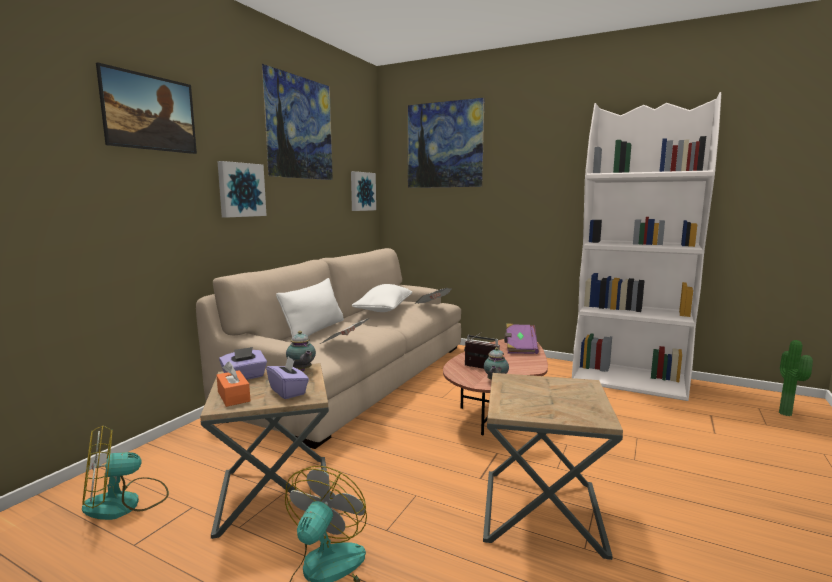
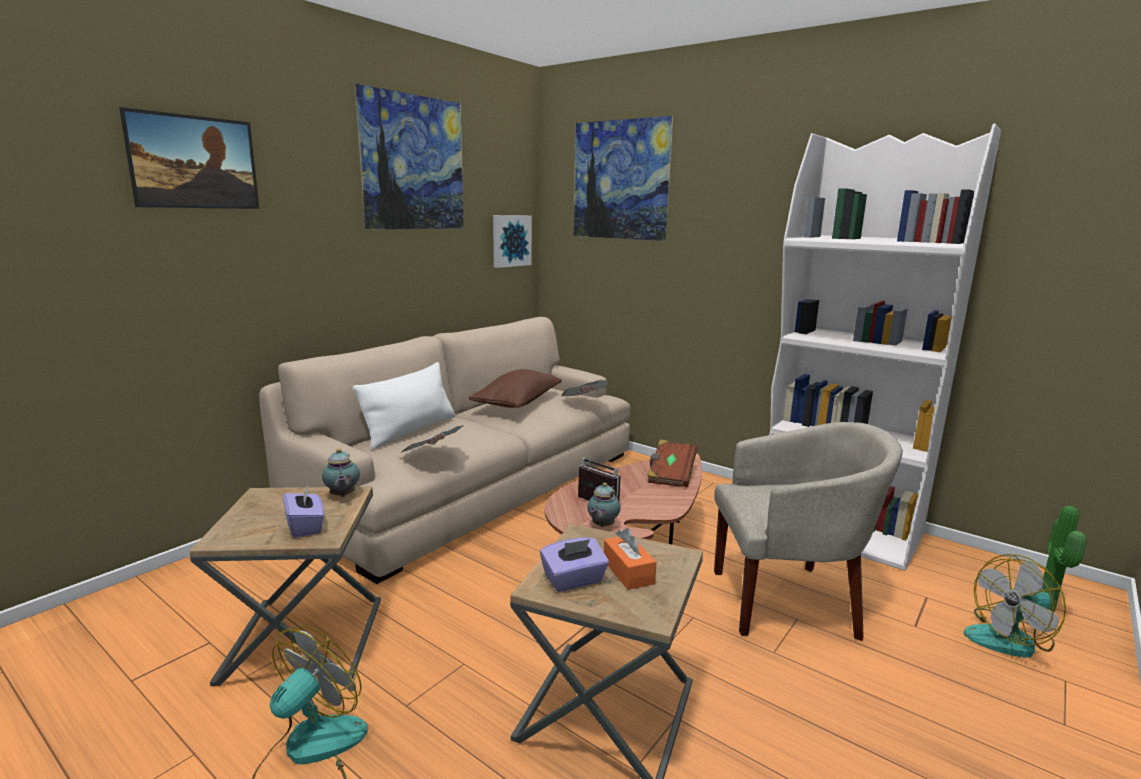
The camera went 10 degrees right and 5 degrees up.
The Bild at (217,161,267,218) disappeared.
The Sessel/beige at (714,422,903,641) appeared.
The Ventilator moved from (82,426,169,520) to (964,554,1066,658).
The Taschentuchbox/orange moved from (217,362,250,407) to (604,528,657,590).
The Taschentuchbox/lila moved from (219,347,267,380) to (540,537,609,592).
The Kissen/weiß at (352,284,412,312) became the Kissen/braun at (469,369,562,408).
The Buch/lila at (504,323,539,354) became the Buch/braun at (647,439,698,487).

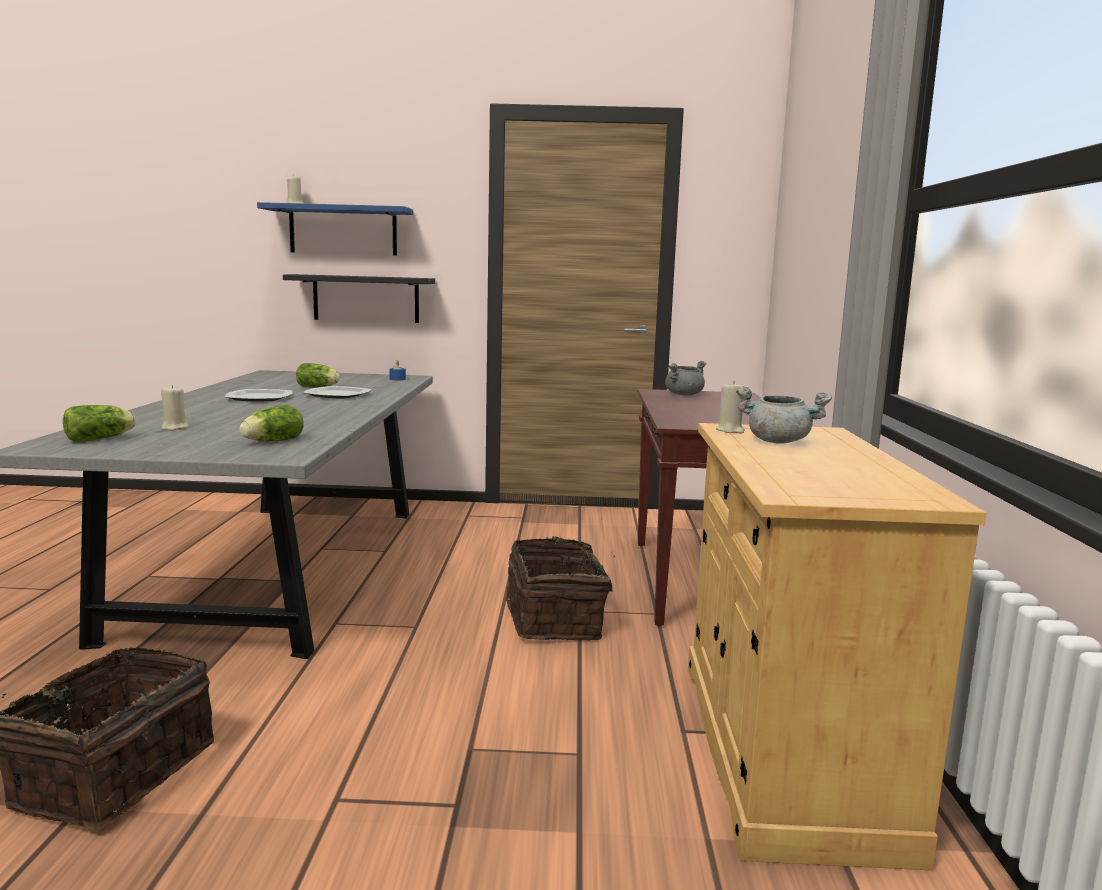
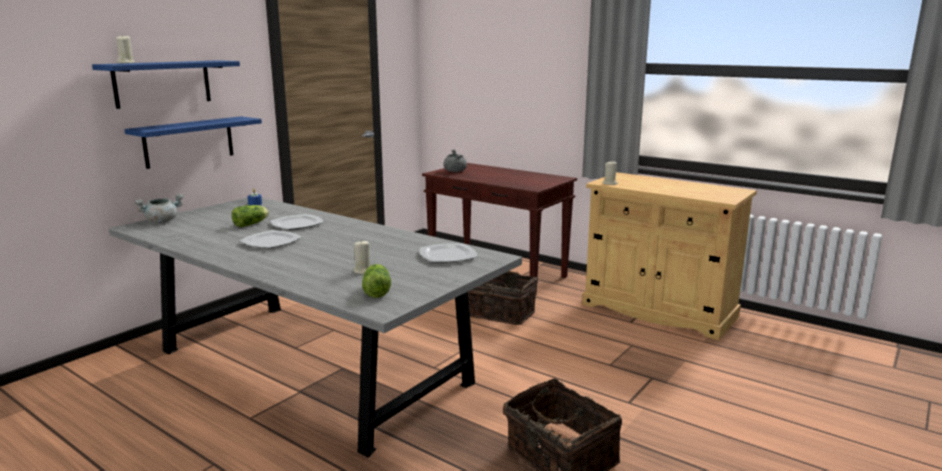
The camera went 55 degrees left and 5 degrees up.
The Kochtopf/grau moved from (736,387,832,444) to (135,194,183,223).
The Salatkopf at (240,405,303,441) was replaced by the Teller at (420,243,477,263).
The Wandregal/schwarz at (283,274,435,323) became the Wandregal/blau at (124,116,262,169).

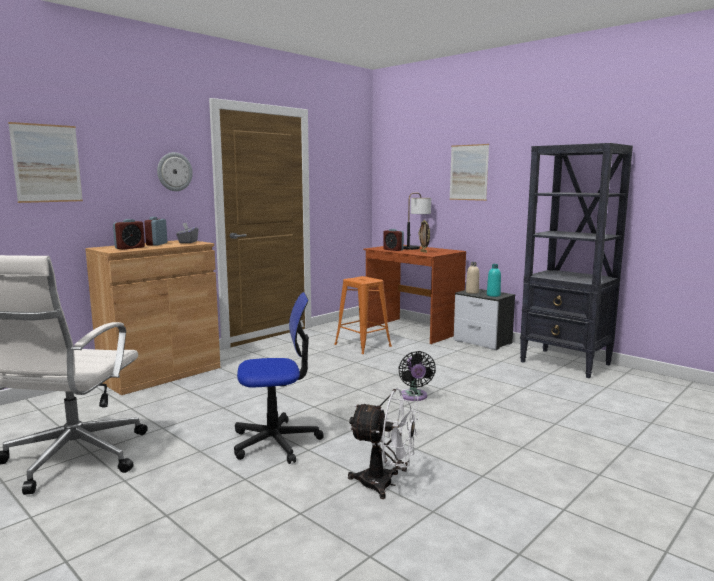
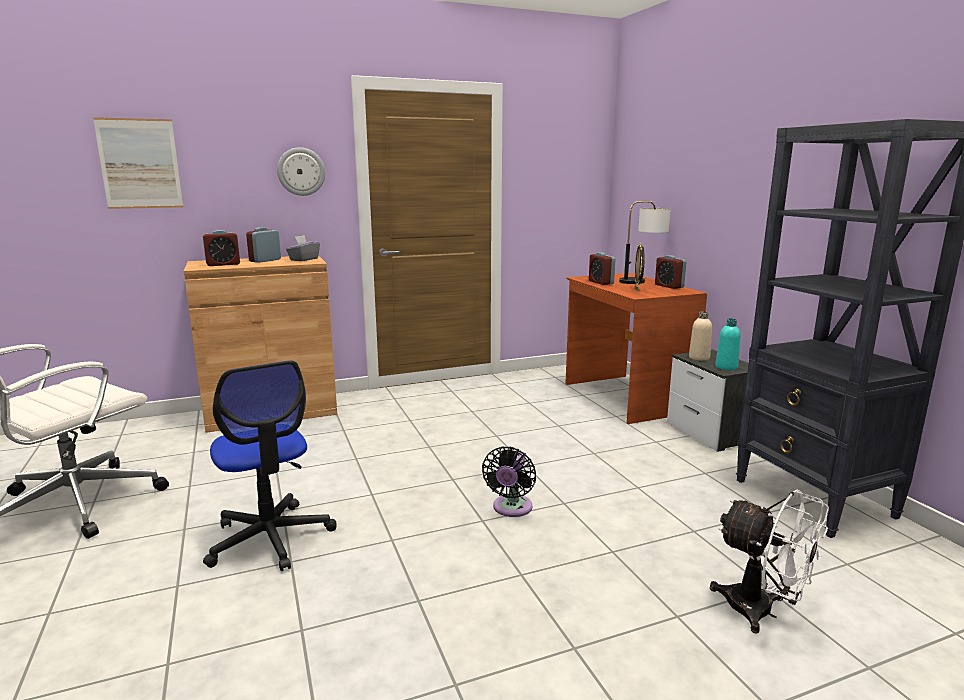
The camera went 25 degrees right and 5 degrees up.
The Hocker/orange at (335,276,392,354) disappeared.
The Bild at (449,144,489,201) disappeared.
The Wecker at (655,255,687,289) appeared.
The Ventilator/weiß moved from (348,388,420,499) to (710,489,829,634).
The Bürostuhl at (234,292,324,464) turned 45 degrees clockwise.

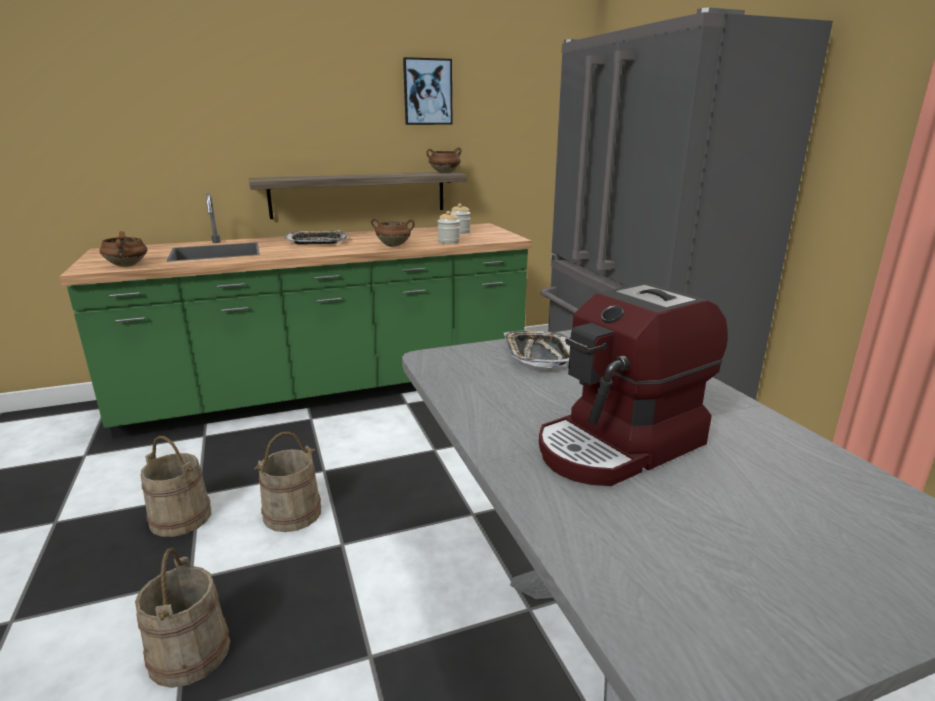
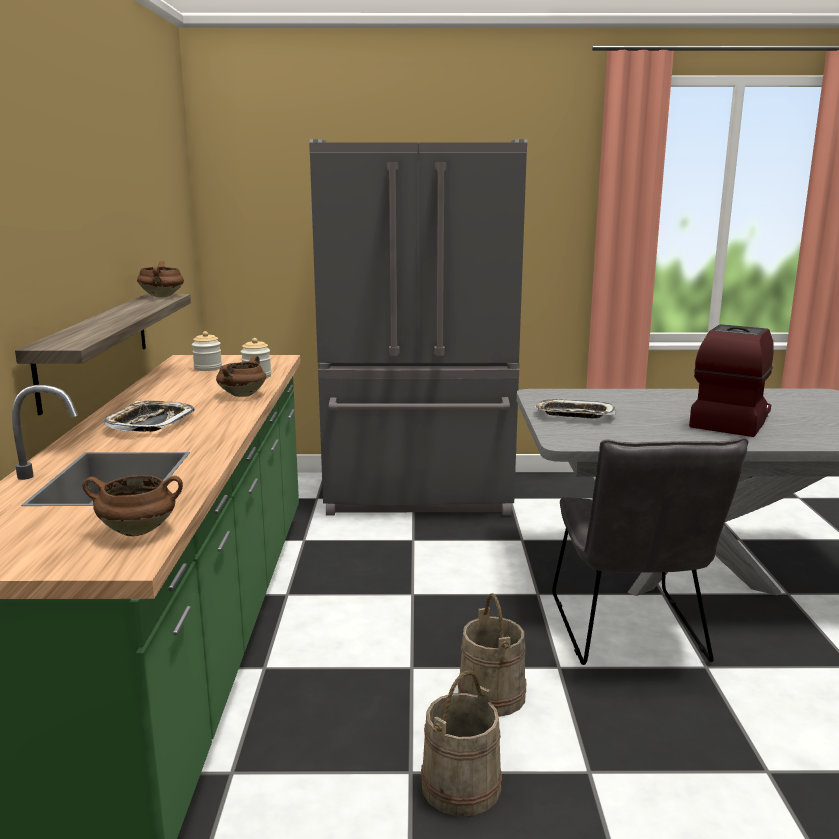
The camera went 70 degrees left and 5 degrees down.
The Eimer/beige at (135,548,230,688) disappeared.
The Bild at (403,57,453,125) disappeared.
The Stuhl/grau at (552,437,748,665) appeared.
The Kaffeemaschine at (539,283,728,486) turned 135 degrees counterclockwise.

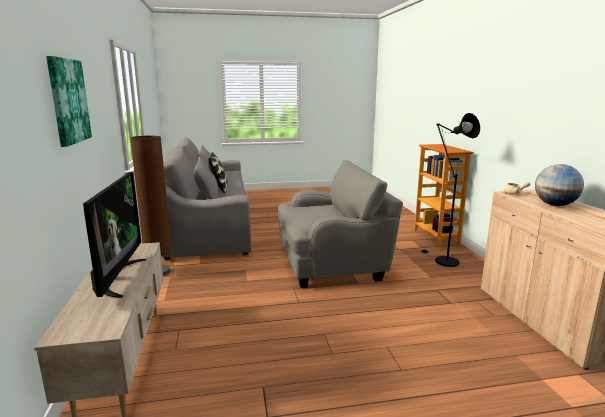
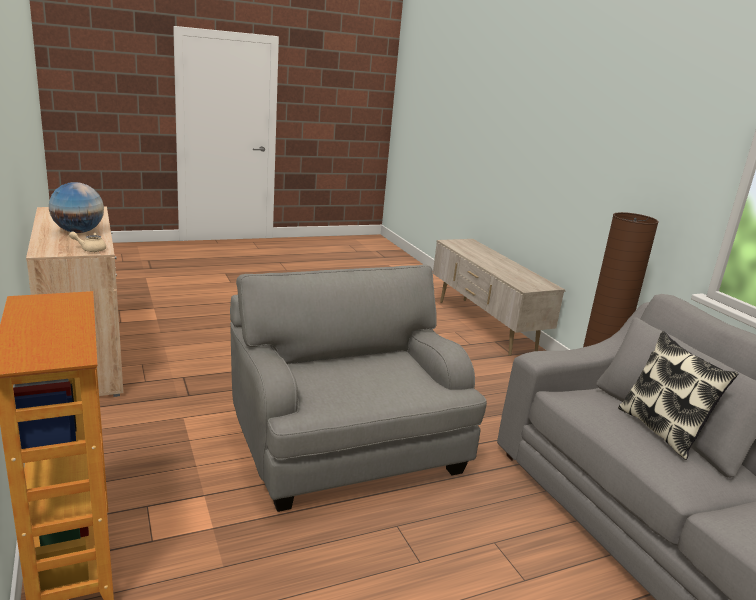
The camera went 165 degrees right and 5 degrees up.
The Bild at (46,56,92,147) disappeared.
The Fernseher at (83,172,146,298) disappeared.
The Stehlampe/schwarz at (419,113,480,267) disappeared.
The Sessel/grau at (278,160,403,288) turned 90 degrees clockwise.

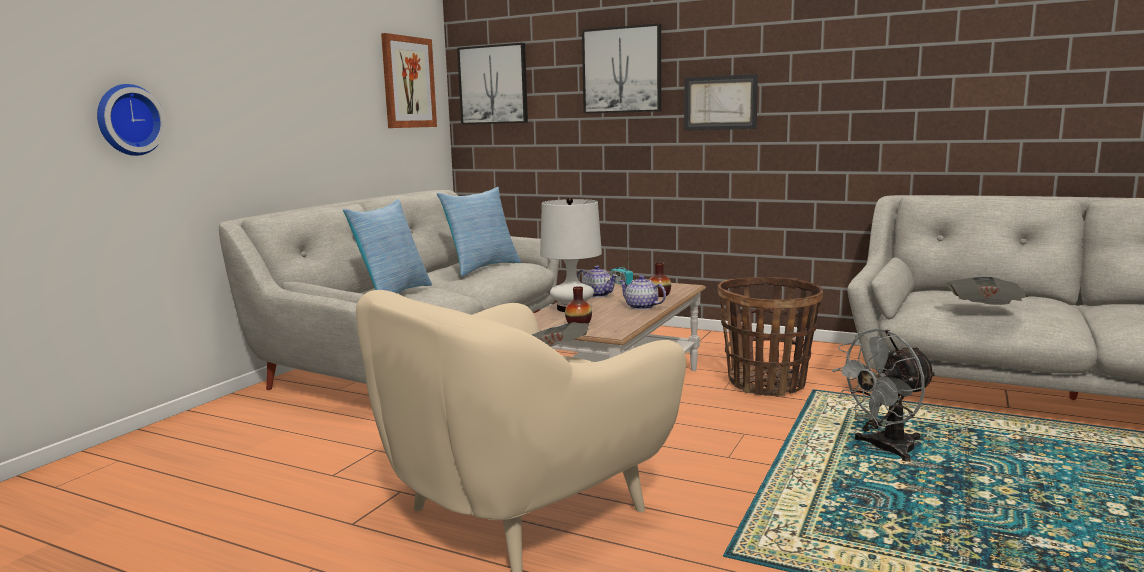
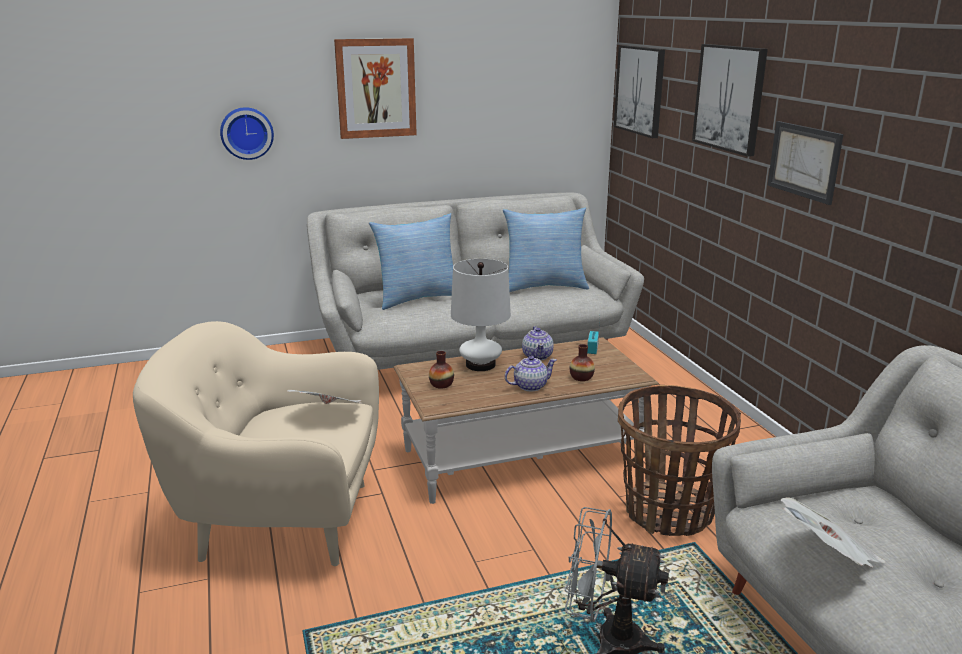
The camera went 45 degrees right and 10 degrees up.
The Bild moved from (381,33,437,128) to (334,38,417,139).
The Teekanne at (619,275,666,310) turned 75 degrees clockwise.

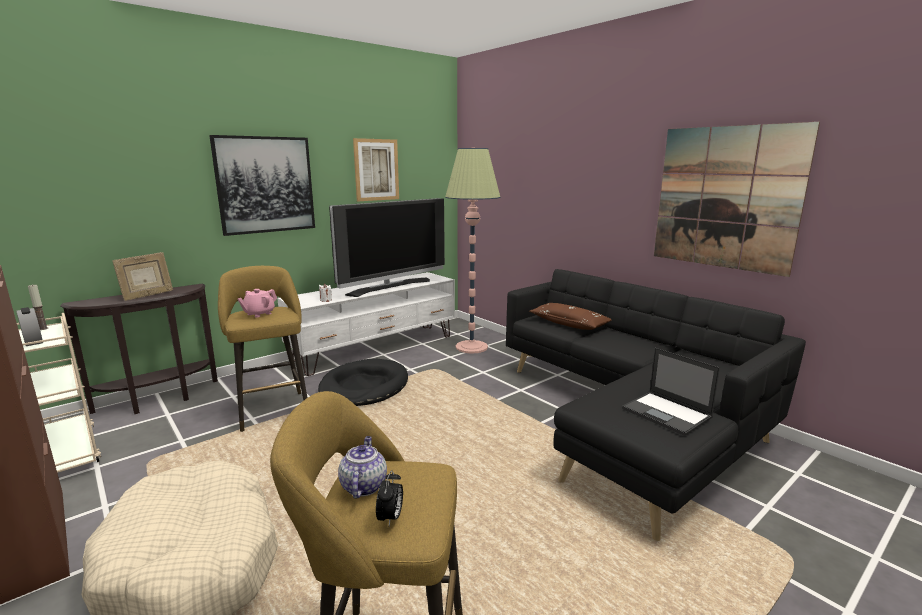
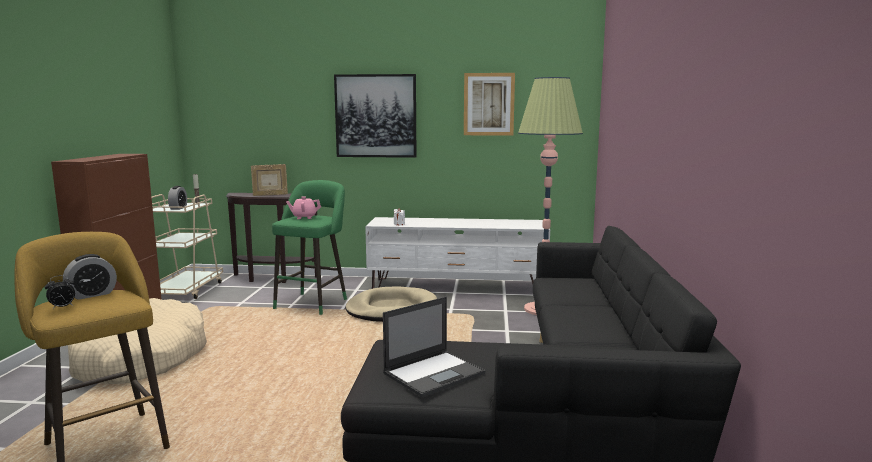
The camera went 45 degrees right and 5 degrees down.
The Fernseher at (329,198,445,297) disappeared.
The Kissen/braun at (529,303,611,330) disappeared.
The Bild at (654,122,820,277) disappeared.
The Teekanne at (338,436,387,499) was replaced by the Wecker at (63,254,117,300).
The Hocker/gelb at (218,266,307,432) became the Hocker/grün at (272,180,347,315).
The Hundebett/schwarz at (318,359,408,406) became the Hundebett/beige at (346,287,437,322).
The Laptop at (622,348,720,436) turned 135 degrees counterclockwise.

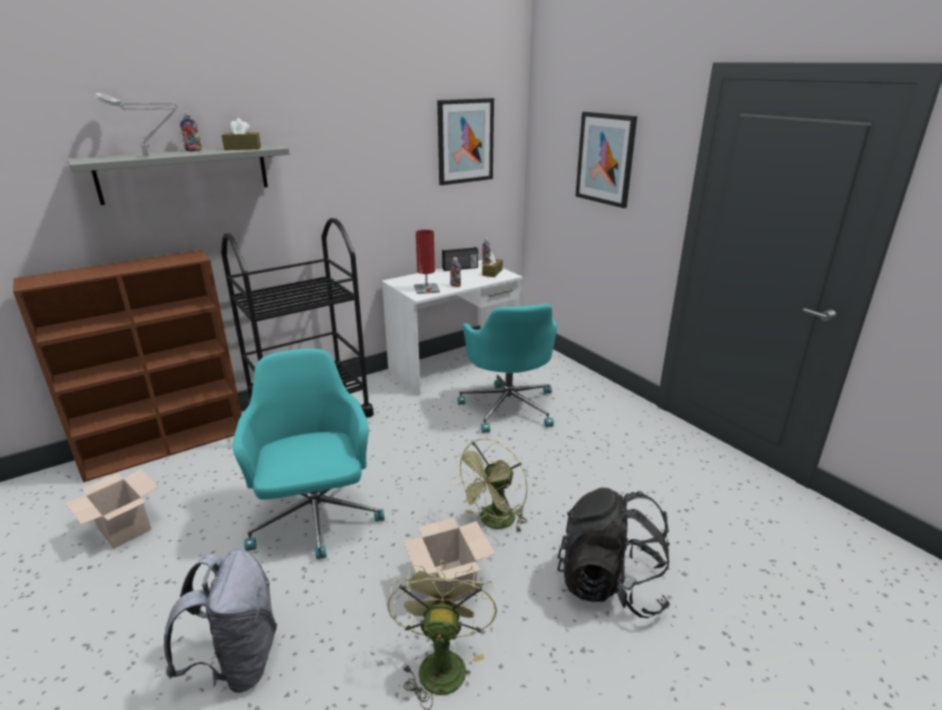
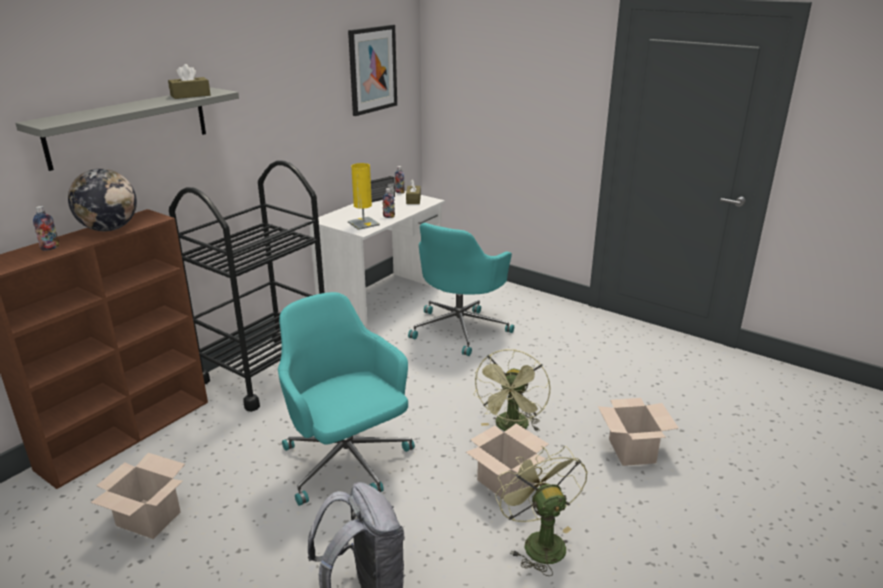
The camera went 20 degrees left and 0 degrees up.
The Tischlampe/grau at (95,93,178,156) disappeared.
The Bild at (576,112,637,208) disappeared.
The Globus at (68,169,137,231) appeared.
The Flasche moved from (180,111,201,152) to (33,206,59,251).
The Rucksack/schwarz at (557,488,670,618) was replaced by the Karton at (598,398,679,466).
The Tischlampe/rot at (414,230,440,294) became the Tischlampe/gelb at (348,163,380,230).
The Bürostuhl/türkis at (457,304,557,433) turned 60 degrees clockwise.

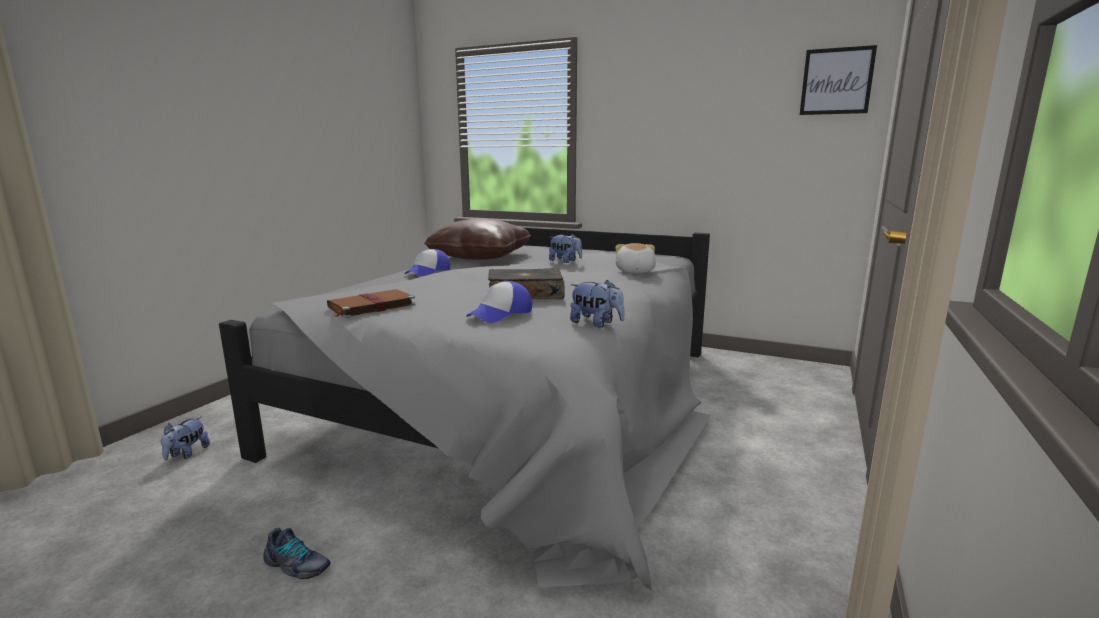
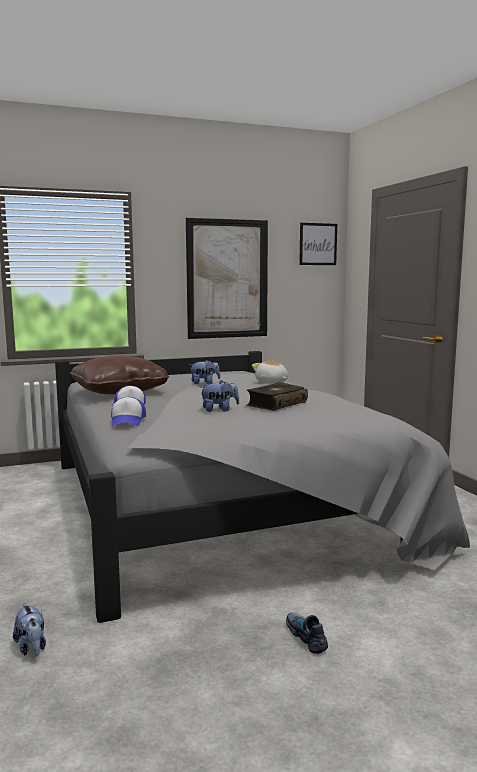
The camera went 45 degrees left and 5 degrees down.
The Buch/braun at (327,289,415,318) disappeared.
The Bild at (186,218,268,339) appeared.
The Kappe moved from (466,281,532,323) to (111,397,146,427).
The Plüschtier moved from (570,280,625,328) to (200,380,239,412).
The Schuh at (263,528,330,579) turned 90 degrees counterclockwise.

